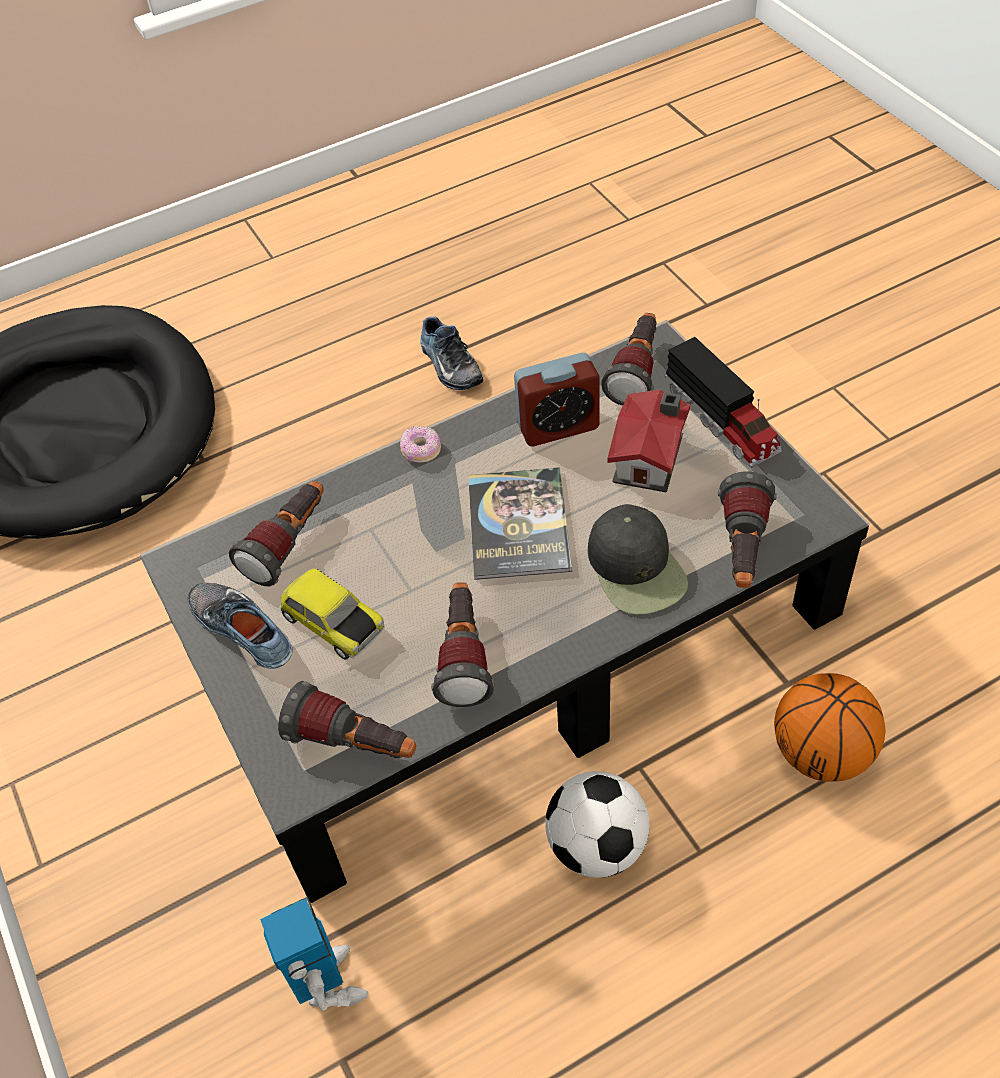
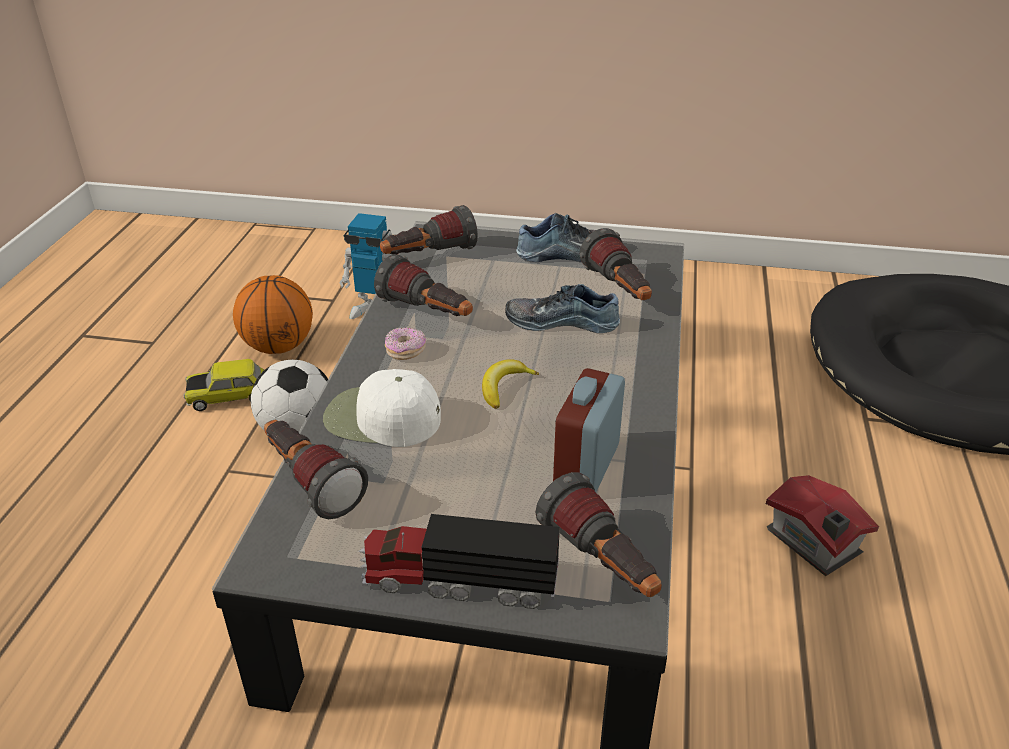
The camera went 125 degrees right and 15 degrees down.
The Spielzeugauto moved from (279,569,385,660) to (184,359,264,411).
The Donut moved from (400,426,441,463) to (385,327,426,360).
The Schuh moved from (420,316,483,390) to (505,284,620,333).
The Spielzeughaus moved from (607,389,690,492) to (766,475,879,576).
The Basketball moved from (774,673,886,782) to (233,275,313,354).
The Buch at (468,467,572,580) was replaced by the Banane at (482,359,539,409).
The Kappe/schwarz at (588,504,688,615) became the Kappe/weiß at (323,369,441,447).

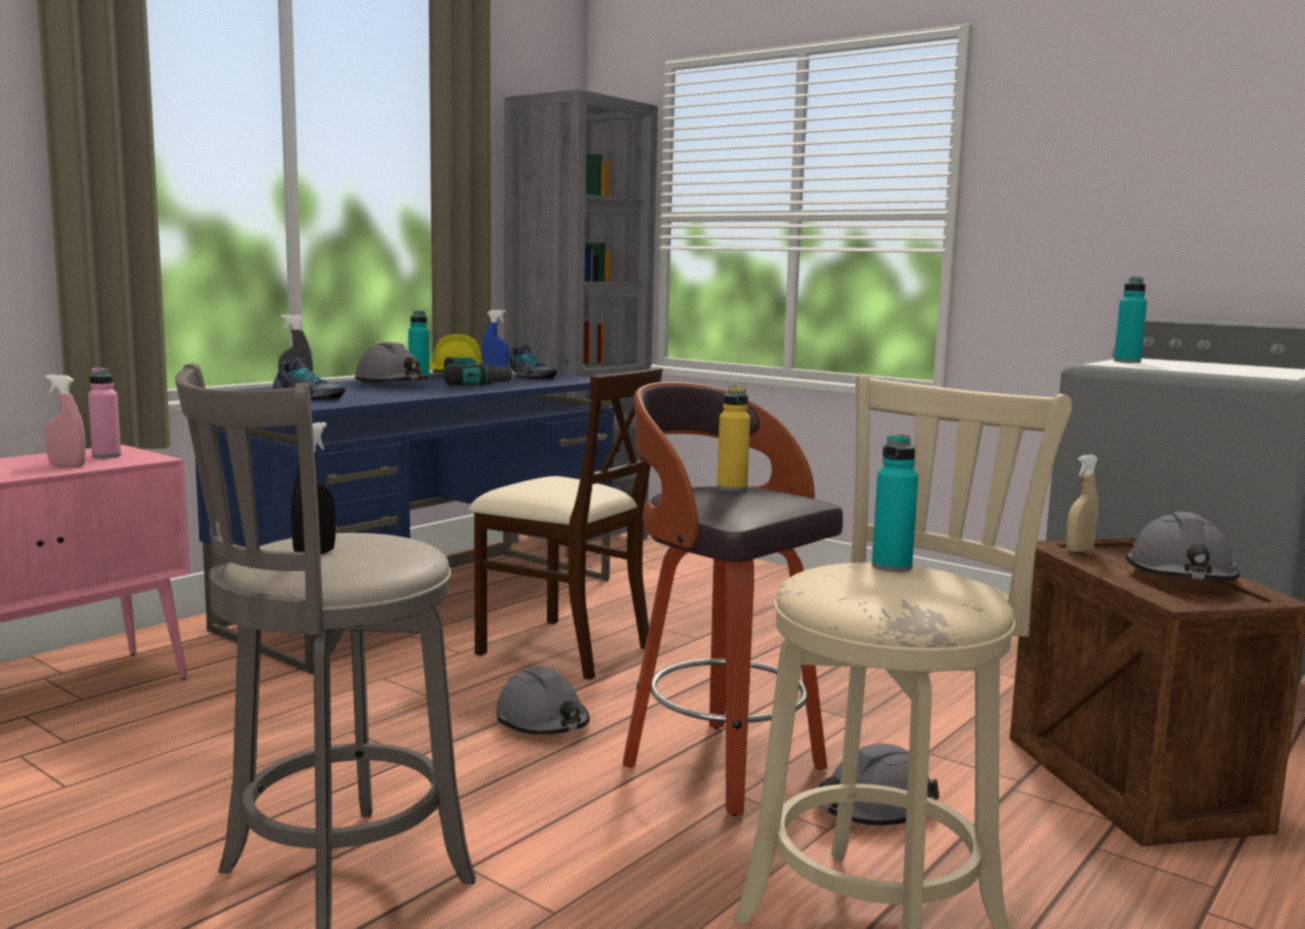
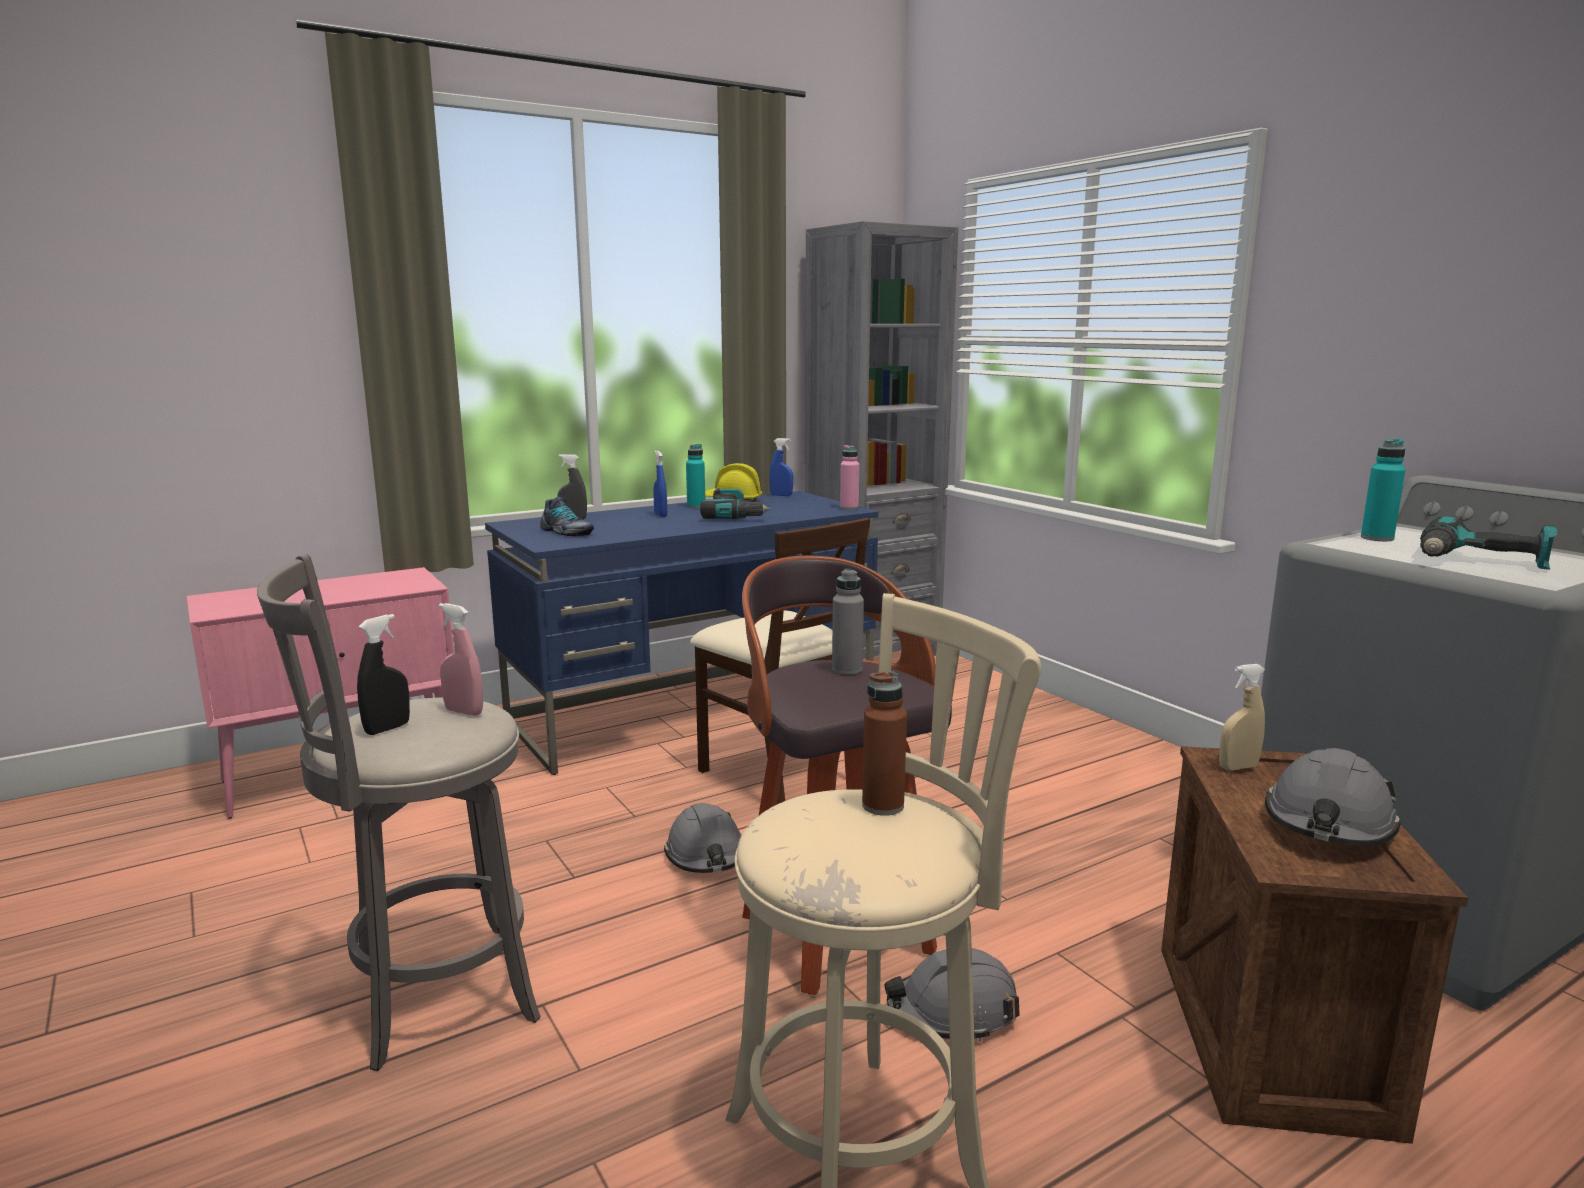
The camera went 20 degrees right and 5 degrees up.
The Schuh at (506,345,557,380) disappeared.
The Bohrmaschine at (1420,516,1558,570) appeared.
The Sprühflasche/rosa moved from (45,375,86,467) to (439,603,483,716).
The Flasche/rosa moved from (88,367,121,458) to (840,445,859,510).
The Schutzhelm/grau at (354,342,429,384) was replaced by the Sprühflasche/blau at (653,451,667,517).
The Flasche/gelb at (717,386,750,492) became the Flasche/grau at (832,569,864,675).
The Flasche/türkis at (872,434,918,572) became the Flasche/braun at (862,671,907,816).

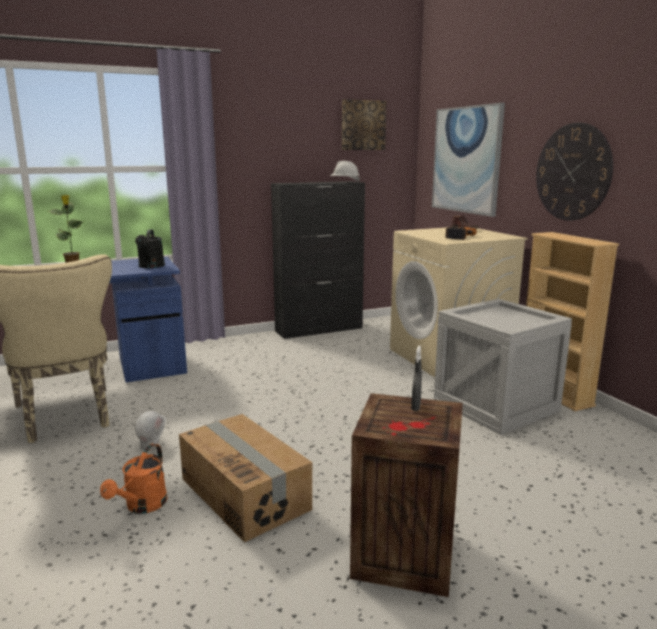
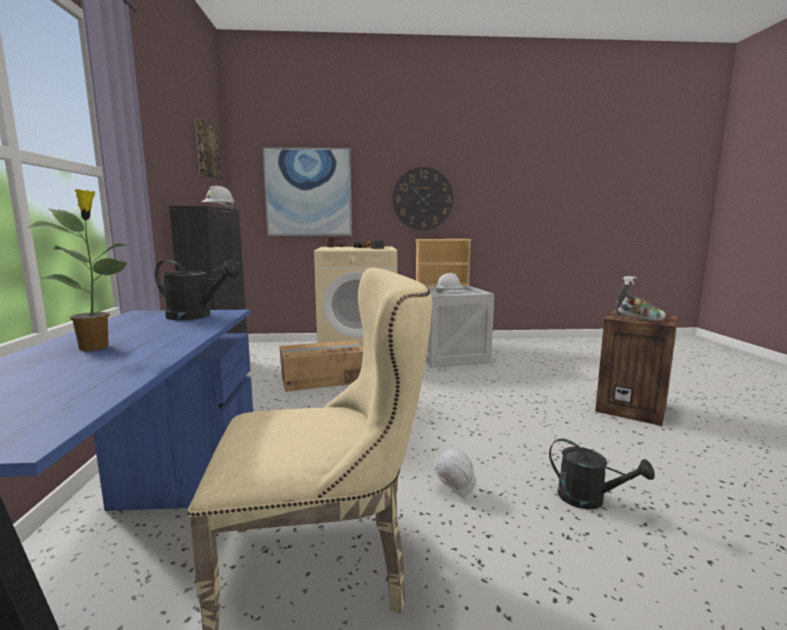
The camera went 70 degrees left and 5 degrees down.
The Schutzhelm/weiß at (436,273,465,294) appeared.
The Schuh at (618,296,666,321) appeared.
The Karton moved from (179,414,312,542) to (279,340,363,392).
The Gießkanne/orange at (100,444,167,514) became the Gießkanne/schwarz at (549,438,655,510).

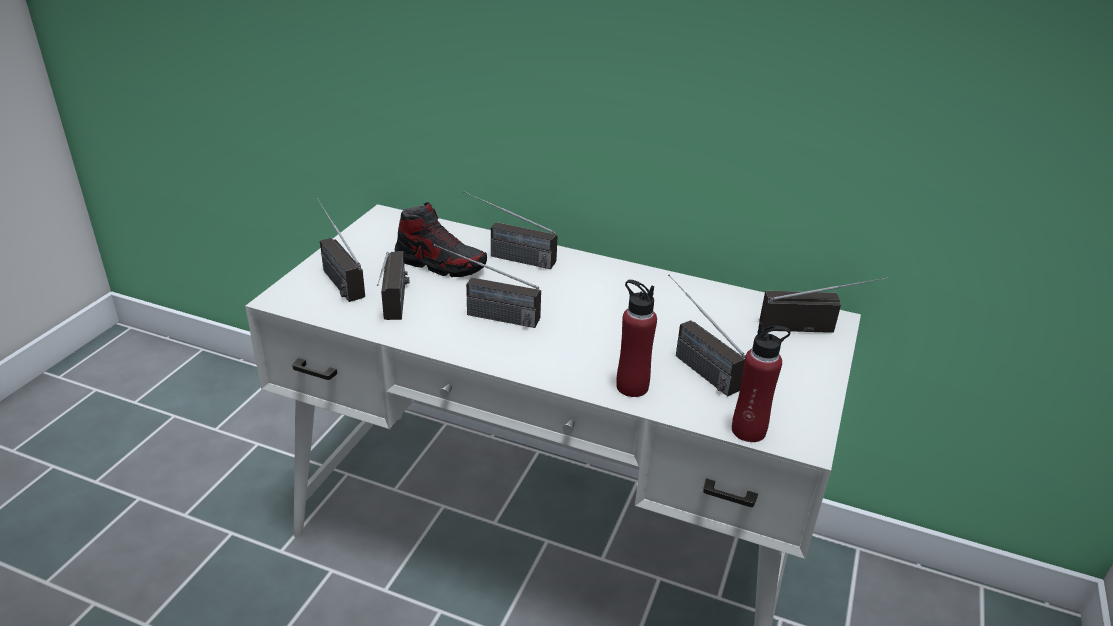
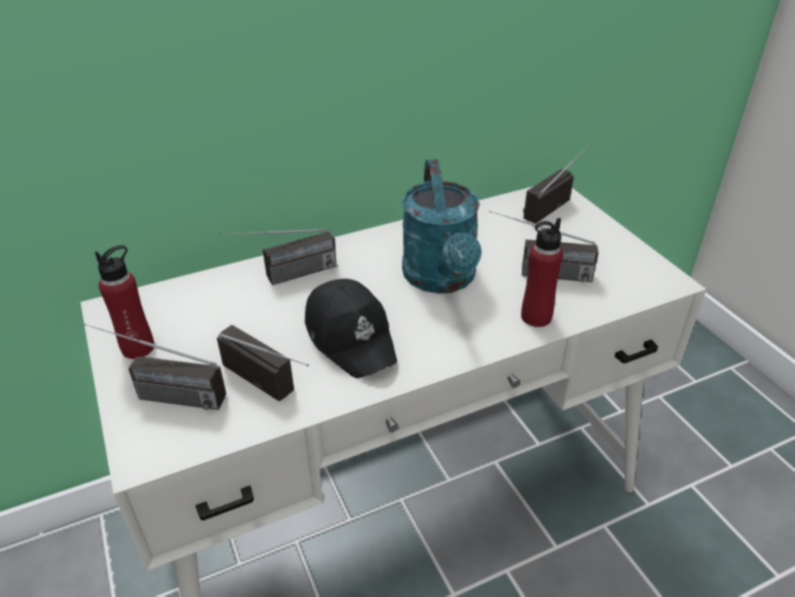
The camera went 45 degrees left and 5 degrees up.
The Schuh at (395,202,487,277) disappeared.
The Gießkanne/türkis at (402,159,482,294) appeared.
The Flasche/rot moved from (732,322,790,442) to (95,245,154,359).
The Radio at (434,244,541,328) was replaced by the Kappe/schwarz at (305,279,397,378).

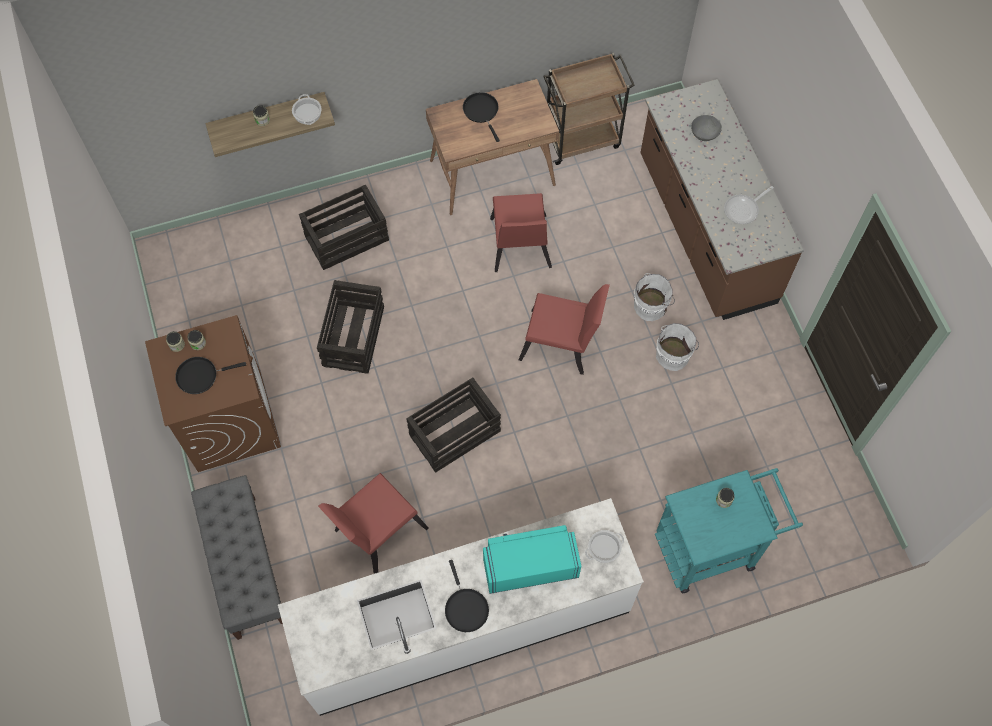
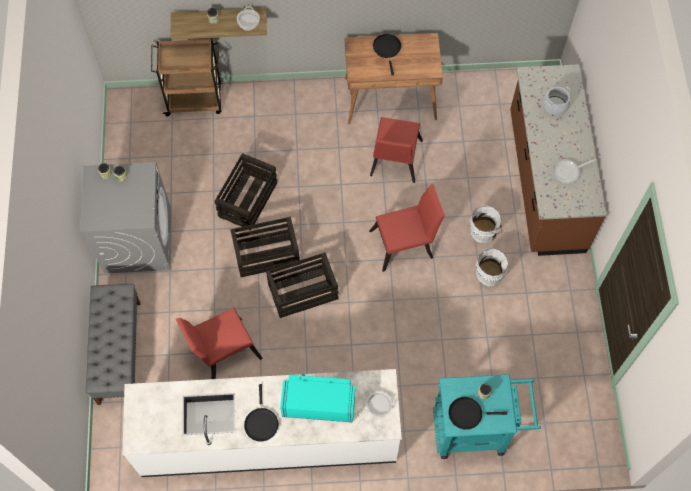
The camera went 15 degrees right and 0 degrees up.
The Pfanne/schwarz moved from (175,357,246,394) to (449,397,507,430).
The Kiste moved from (299,185,389,270) to (230,217,300,277).
The Rollwagen/braun moved from (543,53,635,165) to (151,39,222,116).
The Schüssel/grau at (691,115,722,141) was replaced by the Kochtopf at (543,87,571,115).
The Waschmaschine/braun at (145,315,281,472) became the Waschmaschine/grau at (80,162,171,274).
The Stuhl/rot at (519,284,610,375) turned 45 degrees counterclockwise.

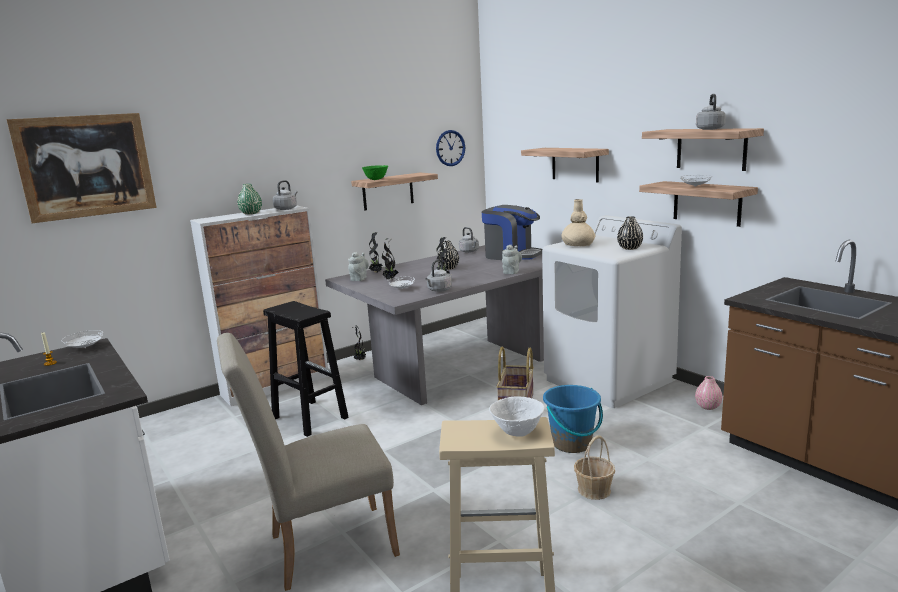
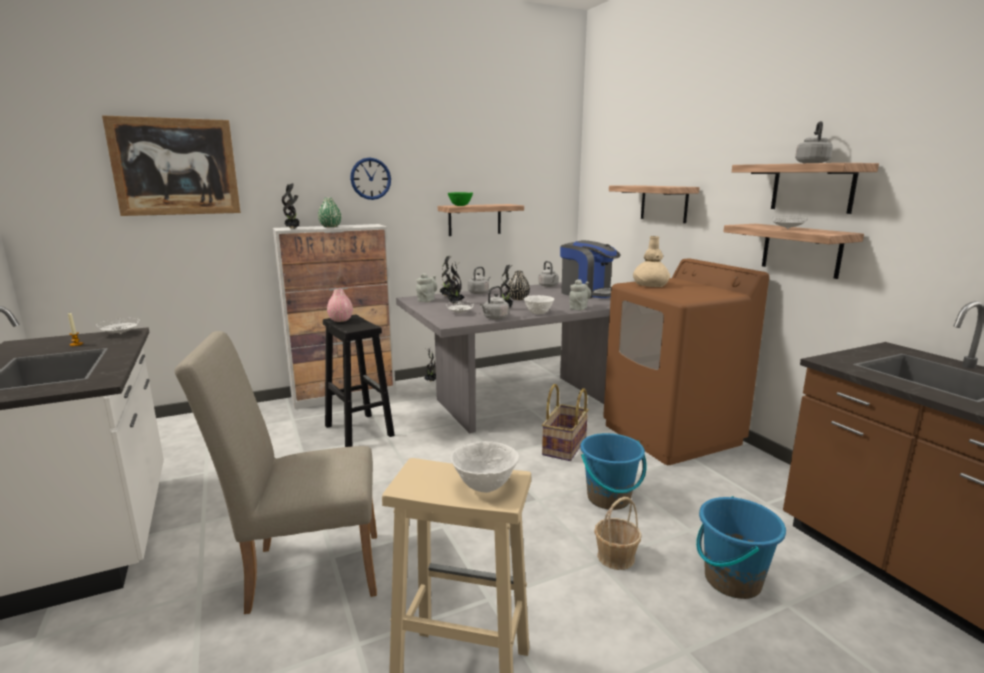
The camera went 10 degrees right and 0 degrees up.
The Vase/schwarz at (617,216,643,250) disappeared.
The Topfpflanze at (282,183,300,229) appeared.
The Schüssel/weiß at (524,295,554,314) appeared.
The Eimer/blau at (696,496,786,599) appeared.
The Wasserkessel/grau moved from (273,180,298,210) to (468,267,491,294).
The Wanduhr moved from (436,130,465,166) to (350,158,391,200).
The Vase/rosa moved from (695,376,722,410) to (327,289,353,322).
The Waschmaschine/weiß at (542,215,682,408) became the Waschmaschine/braun at (603,258,769,465).

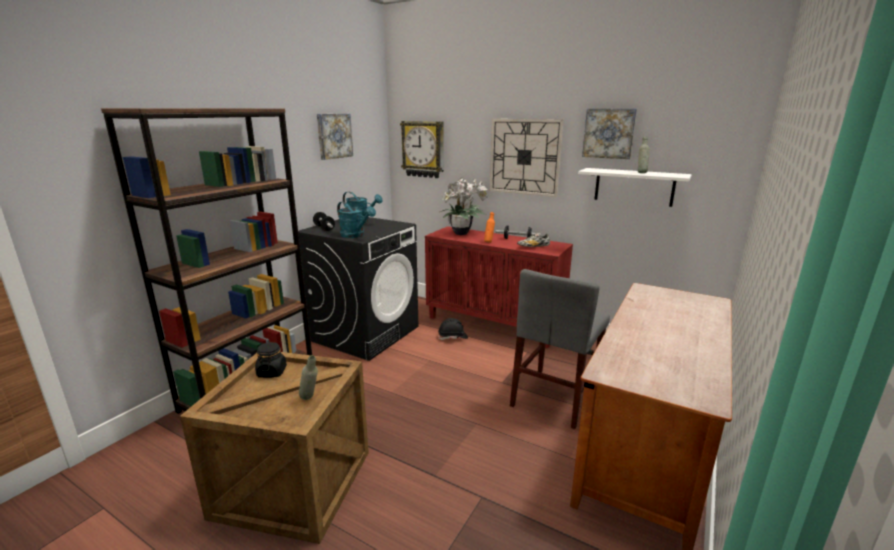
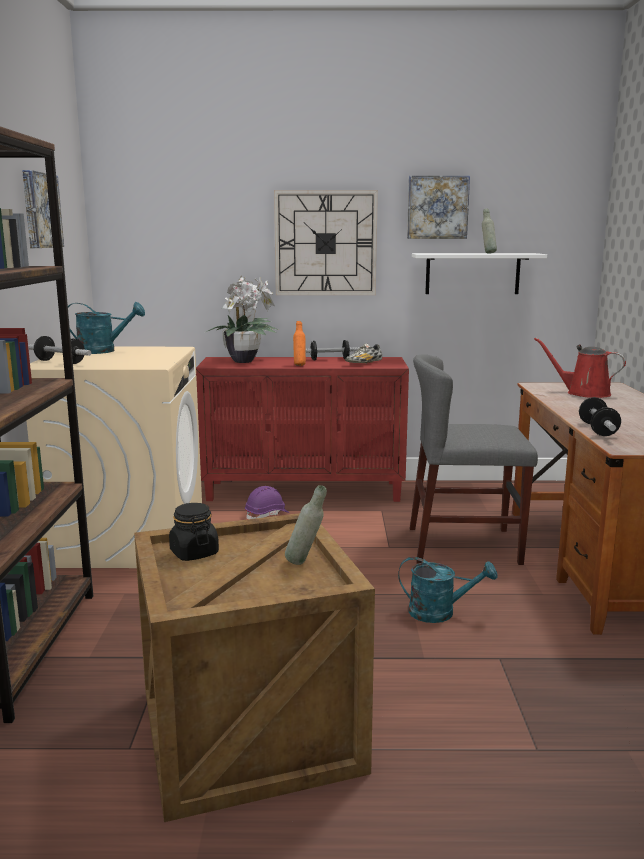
The camera went 30 degrees left and 5 degrees down.
The Wanduhr at (400,121,444,178) disappeared.
The Gießkanne/rot at (534,337,626,398) appeared.
The Hantel at (579,397,621,436) appeared.
The Gießkanne/türkis moved from (337,202,376,238) to (398,557,498,623).
The Waschmaschine/schwarz at (298,217,418,361) became the Waschmaschine/beige at (27,347,202,568).
The Schutzhelm/schwarz at (438,318,468,340) became the Schutzhelm/lila at (245,486,289,519).
The Stuhl/grau at (510,269,610,429) turned 90 degrees clockwise.

